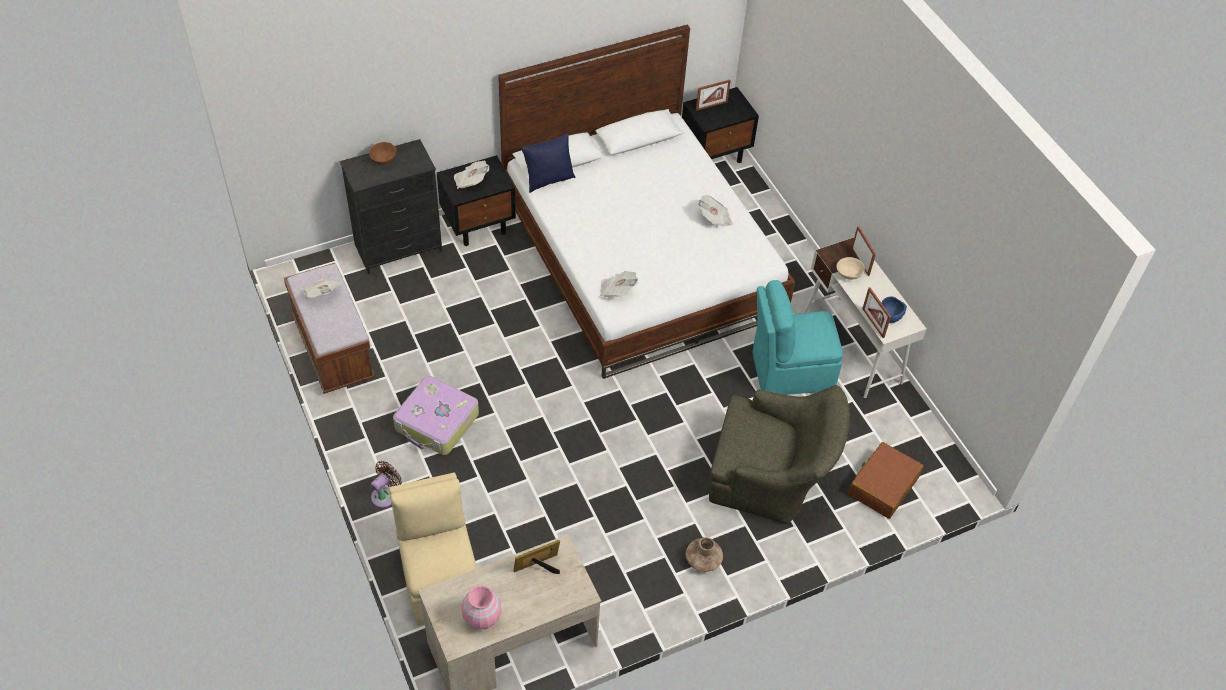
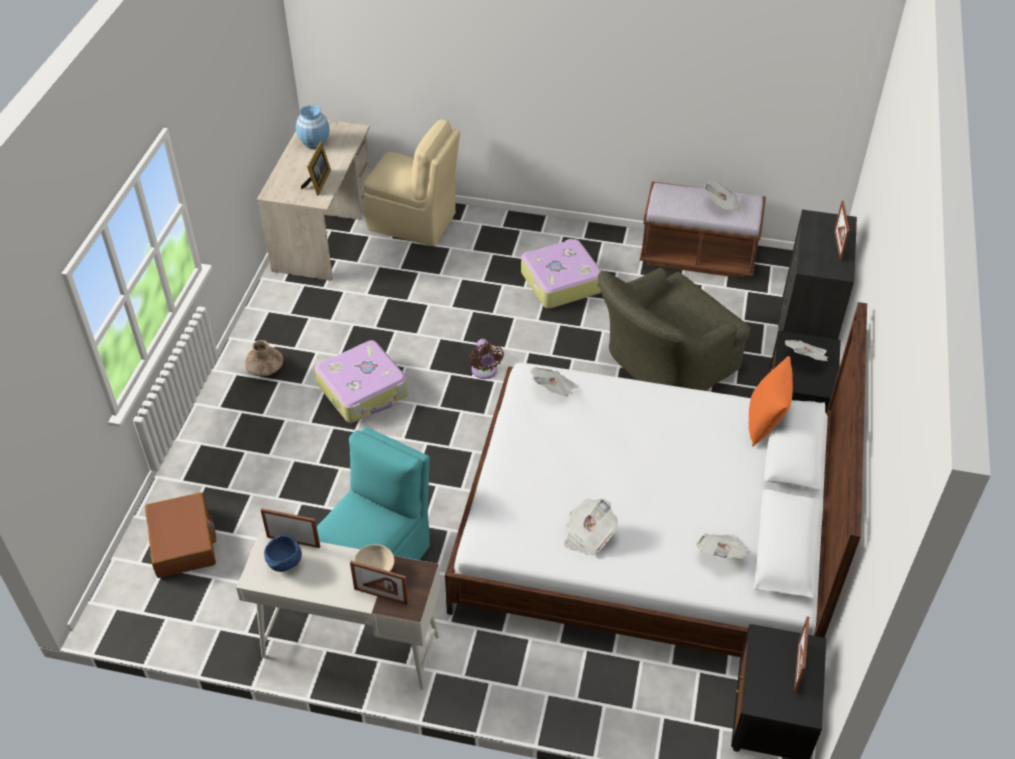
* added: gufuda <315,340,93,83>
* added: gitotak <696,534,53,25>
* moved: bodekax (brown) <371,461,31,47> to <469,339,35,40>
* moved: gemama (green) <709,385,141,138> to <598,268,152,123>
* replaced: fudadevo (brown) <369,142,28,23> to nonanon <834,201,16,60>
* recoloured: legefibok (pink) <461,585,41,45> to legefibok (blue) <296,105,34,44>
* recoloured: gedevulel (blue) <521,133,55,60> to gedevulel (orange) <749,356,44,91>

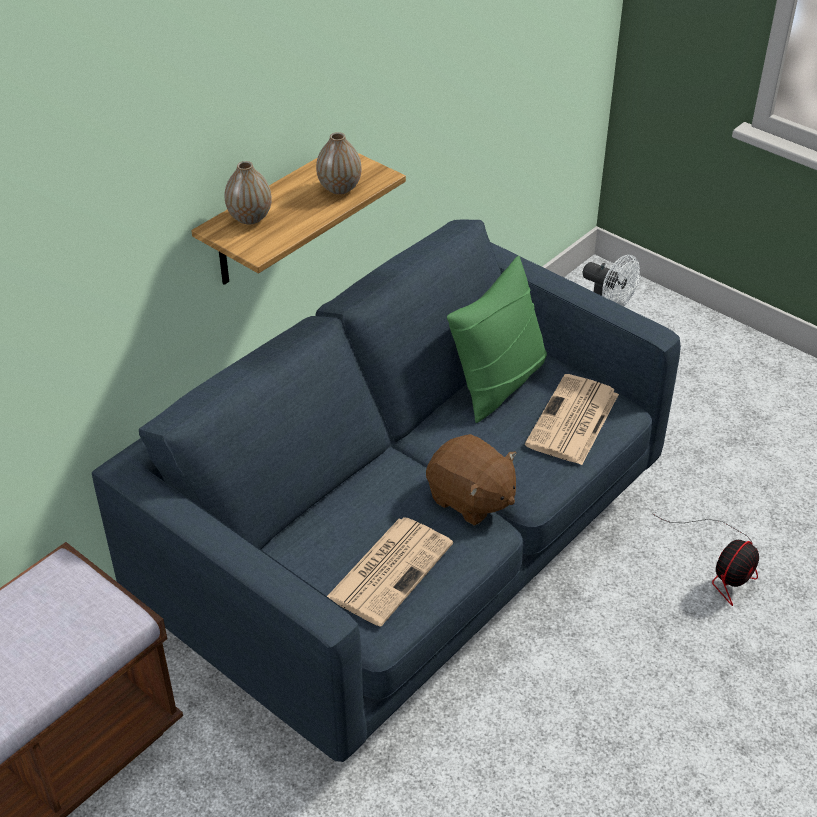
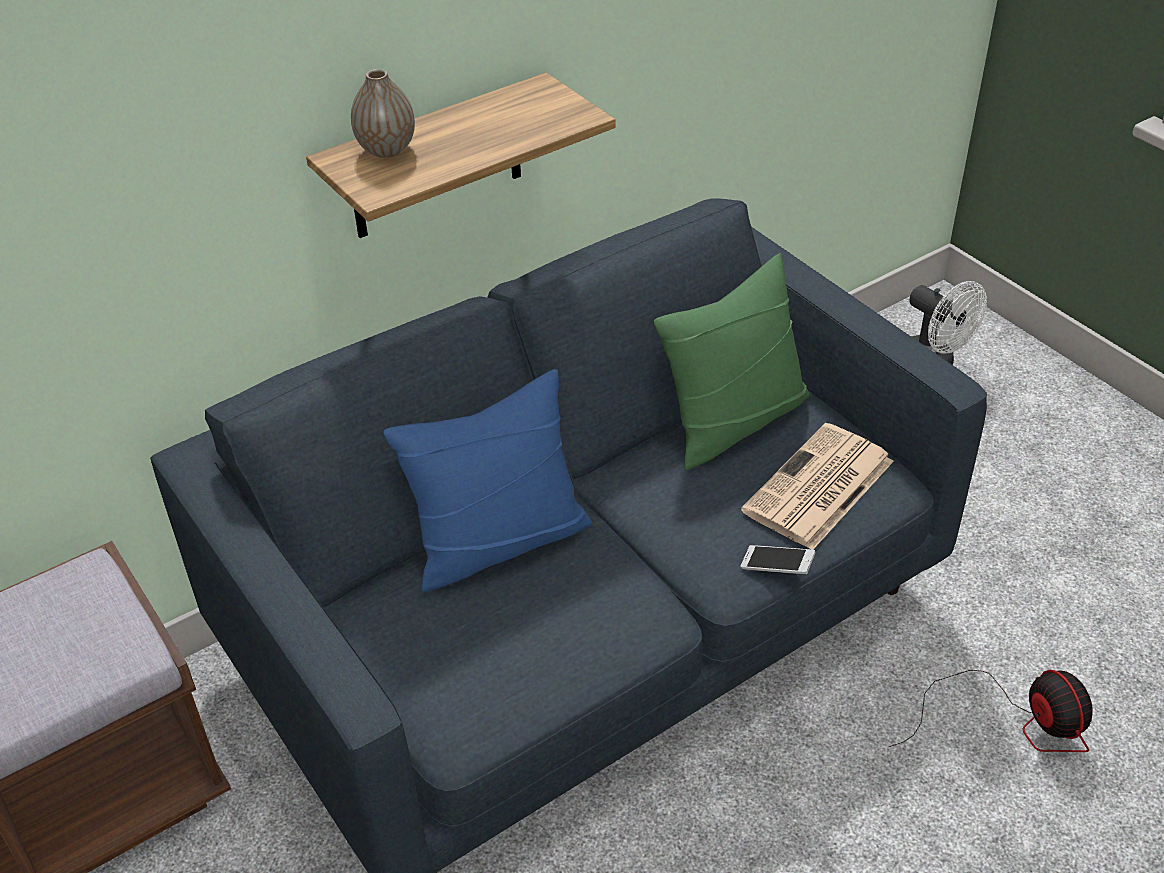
* removed: legefibok <316,132,45,62>
* removed: gitotak <327,517,126,109>
* removed: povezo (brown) <426,434,91,92>
* added: gedevulel (blue) <383,369,209,223>
* added: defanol <740,545,76,30>
* turned: bodekax <652,513,107,93> = <889,670,204,82> 75 degrees counterclockwise

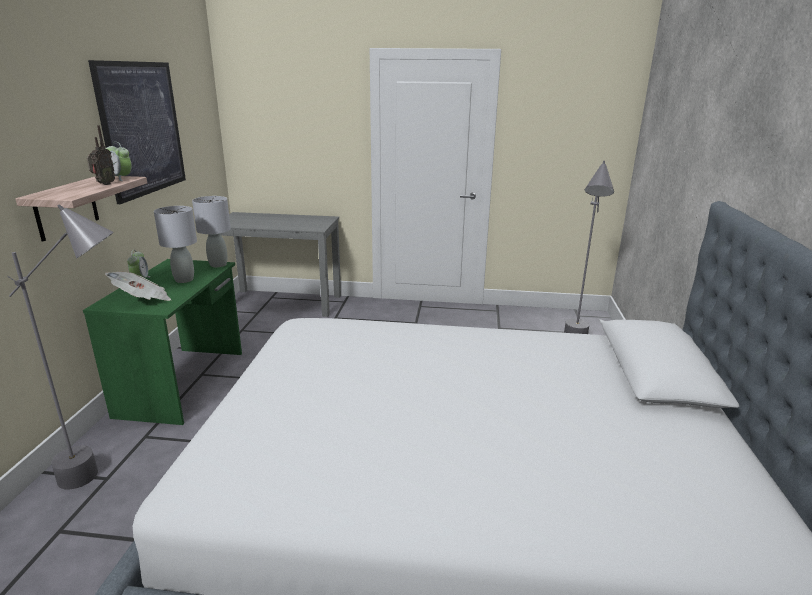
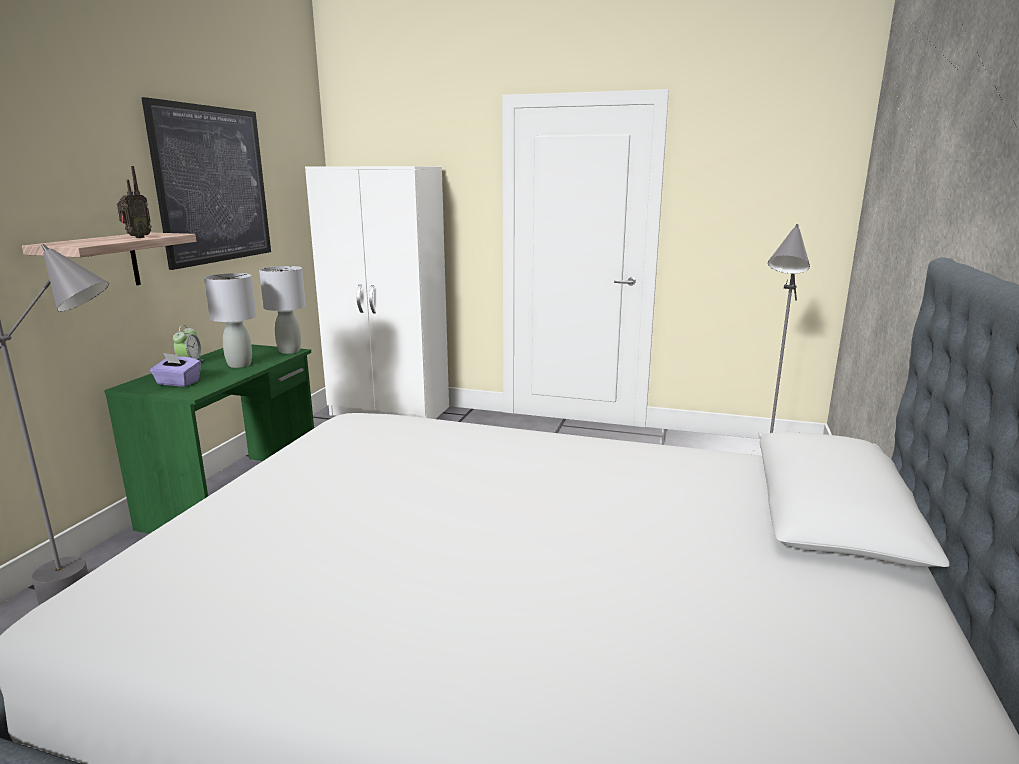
* removed: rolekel <106,142,26,39>
* replaced: gitotak <105,272,66,29> to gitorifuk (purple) <150,353,51,34>
* replaced: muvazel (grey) <221,212,120,105> to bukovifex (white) <305,166,144,253>

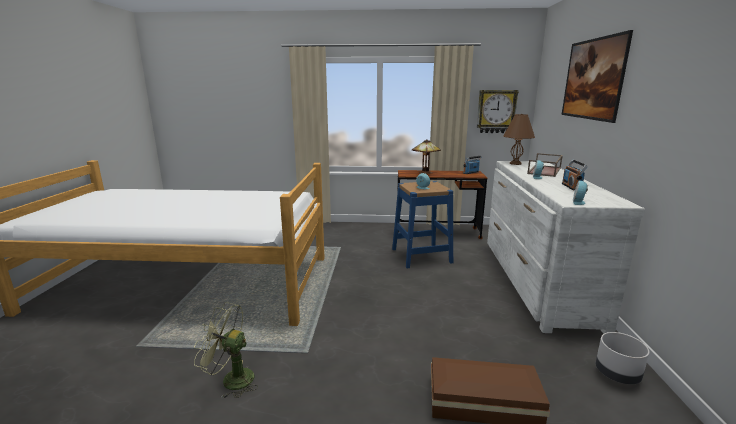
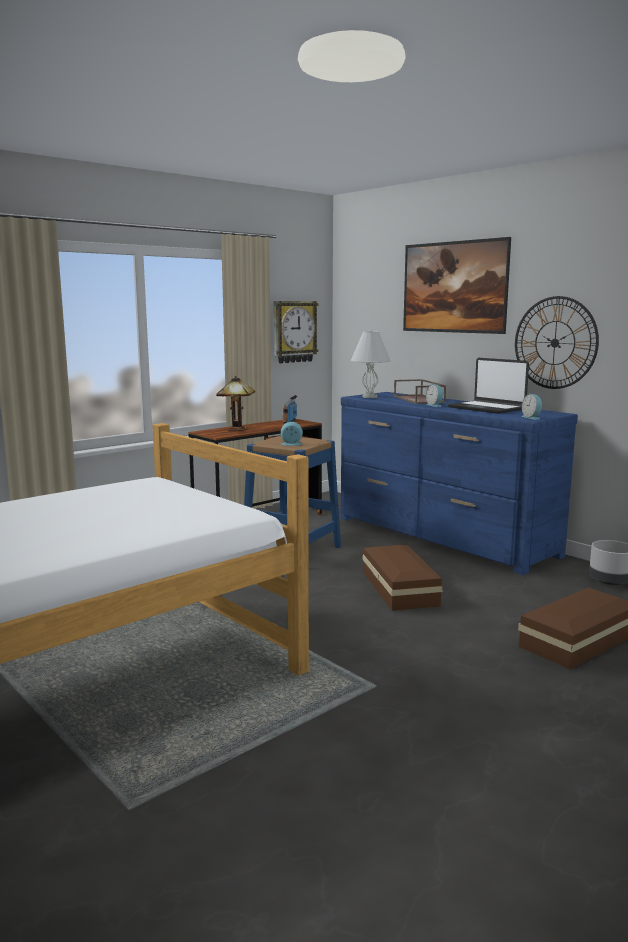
* removed: bodekax (green) <194,302,64,96>
* added: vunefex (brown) <362,545,81,66>
* added: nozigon <515,296,84,93>
* replaced: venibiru <562,160,26,31> to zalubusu <448,358,81,56>
* recoloured: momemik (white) <487,161,158,173> to momemik (blue) <341,392,237,183>
* recoloured: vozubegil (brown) <503,114,32,51> to vozubegil (white) <351,330,40,68>

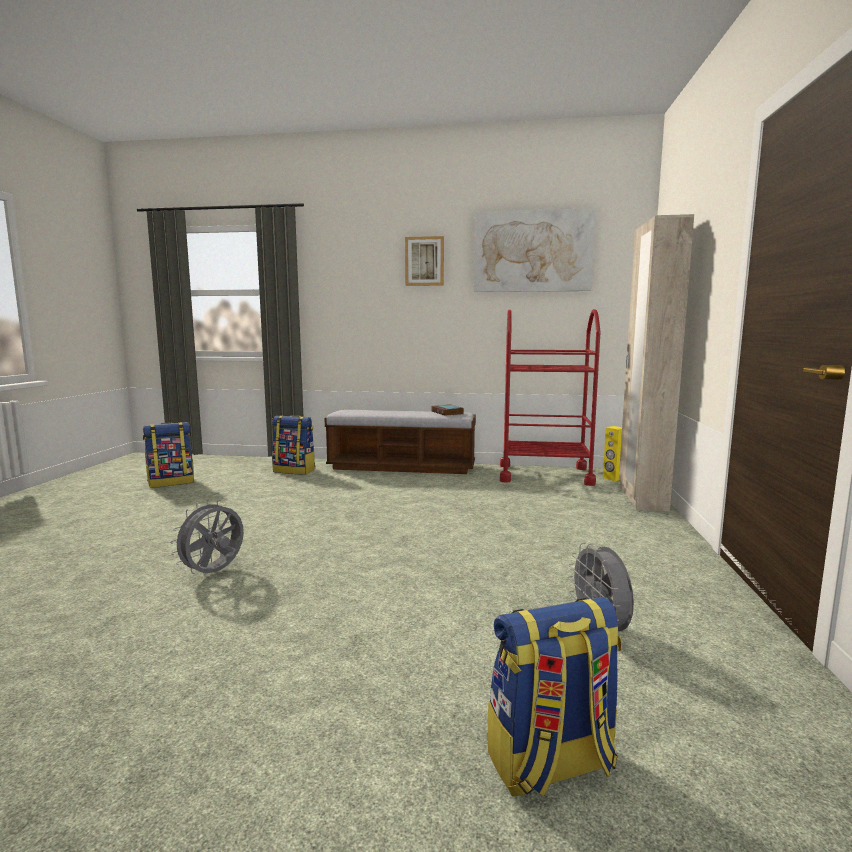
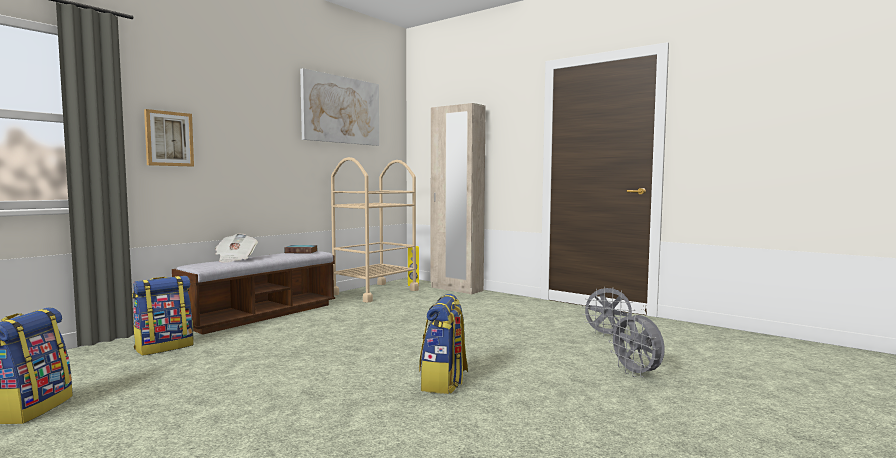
* added: gitotak <215,234,43,29>
* moved: bodekax (grey) <170,499,74,75> to <608,312,57,65>
* moved: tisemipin <405,236,39,50> to <144,109,50,57>
* moved: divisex <488,597,134,200> to <419,294,49,100>
* recoloured: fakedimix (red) <500,309,101,177> to fakedimix (beige) <331,157,88,146>

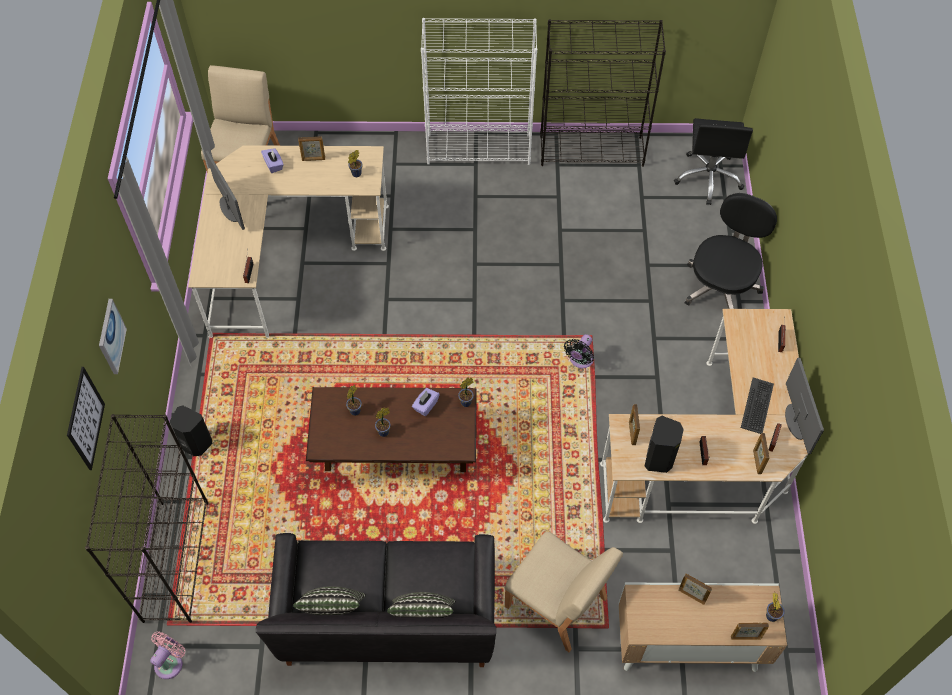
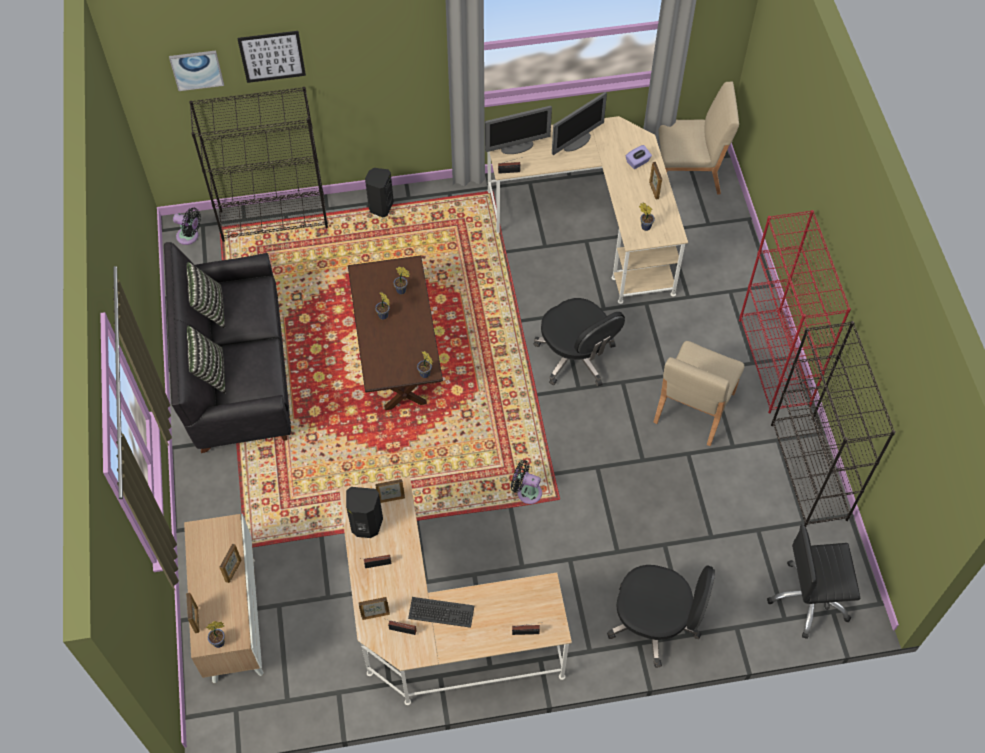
* removed: gitorifuk (purple) <412,388,28,28>
* added: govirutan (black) <534,298,91,88>
* moved: tisemipin <99,299,28,75> to <169,50,55,41>
* moved: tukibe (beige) <505,532,118,120> to <653,341,91,105>
* moved: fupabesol <785,358,39,96> to <485,106,67,48>
* recoloured: bodekax (pink) <150,631,36,48> to bodekax (black) <173,208,28,37>
* recoloured: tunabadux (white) <421,18,116,147> to tunabadux (red) <739,210,112,204>

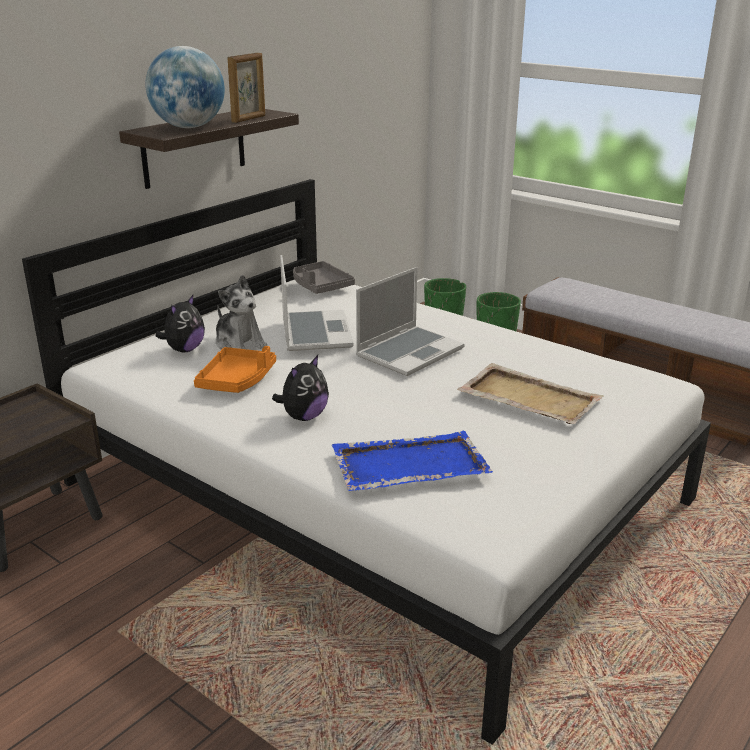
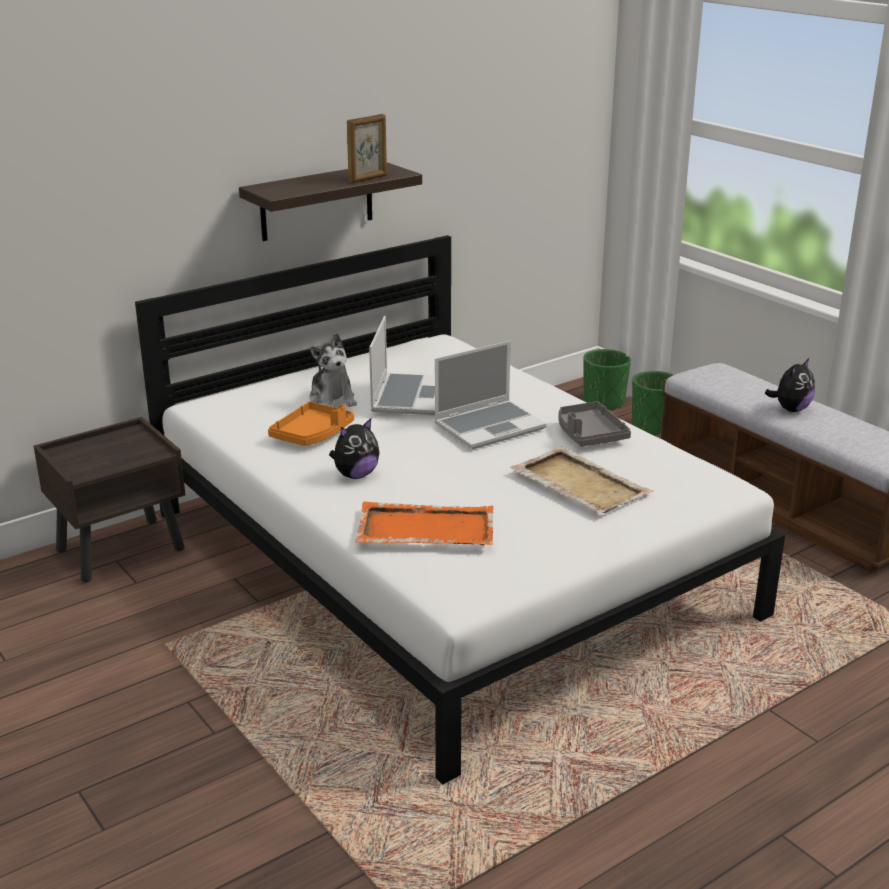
* removed: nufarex <145,46,80,82>
* moved: povezo <155,295,50,57> to <765,358,50,54>
* moved: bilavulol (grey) <293,261,62,33> to <559,401,72,46>
* recoloured: bilavulol (blue) <332,431,161,60> to bilavulol (orange) <355,502,139,43>

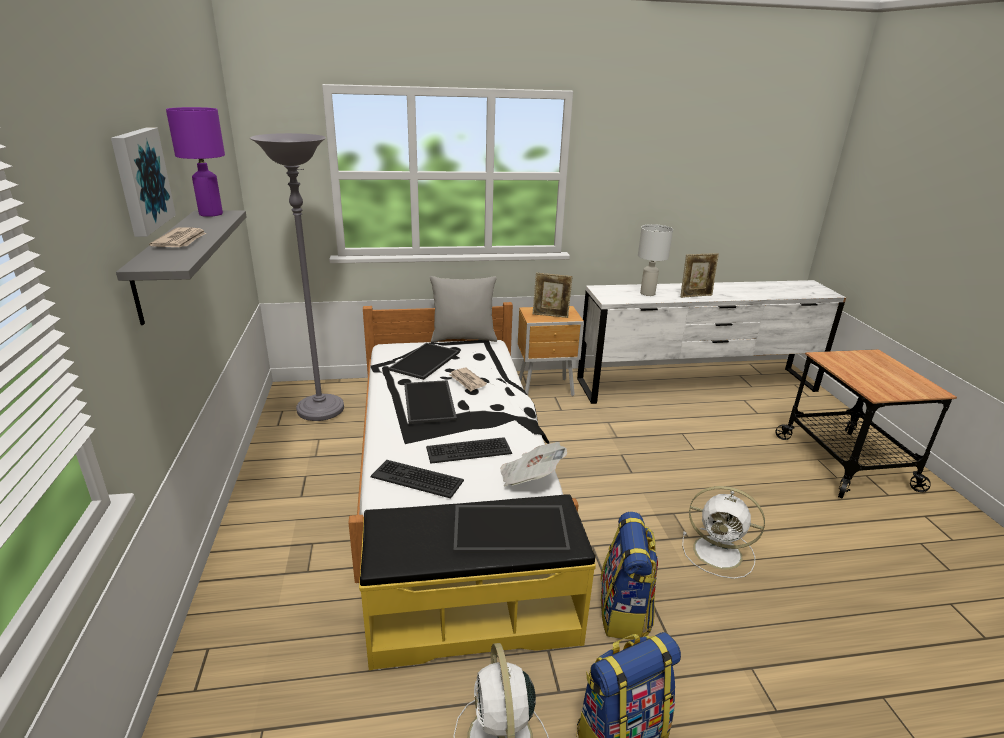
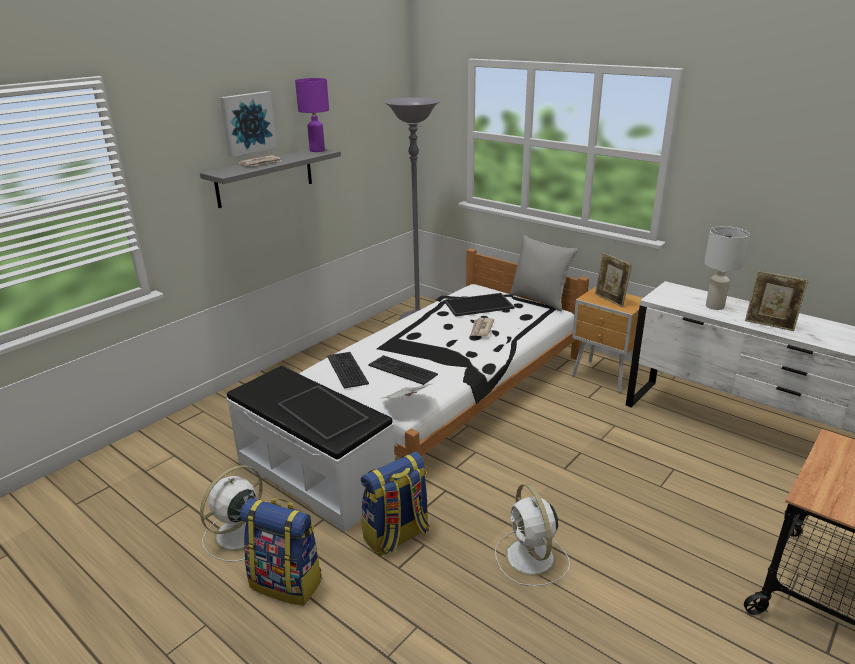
* removed: bilavulol <404,380,53,44>
* recoloured: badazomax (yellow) <359,494,237,176> to badazomax (white) <226,366,169,166>

